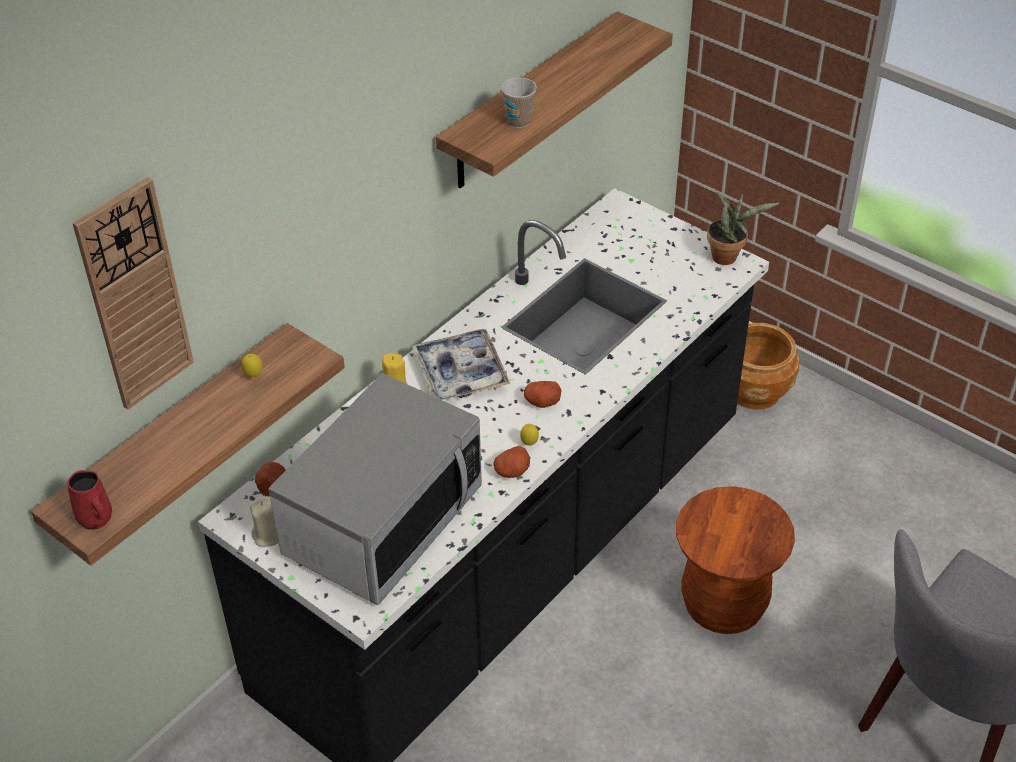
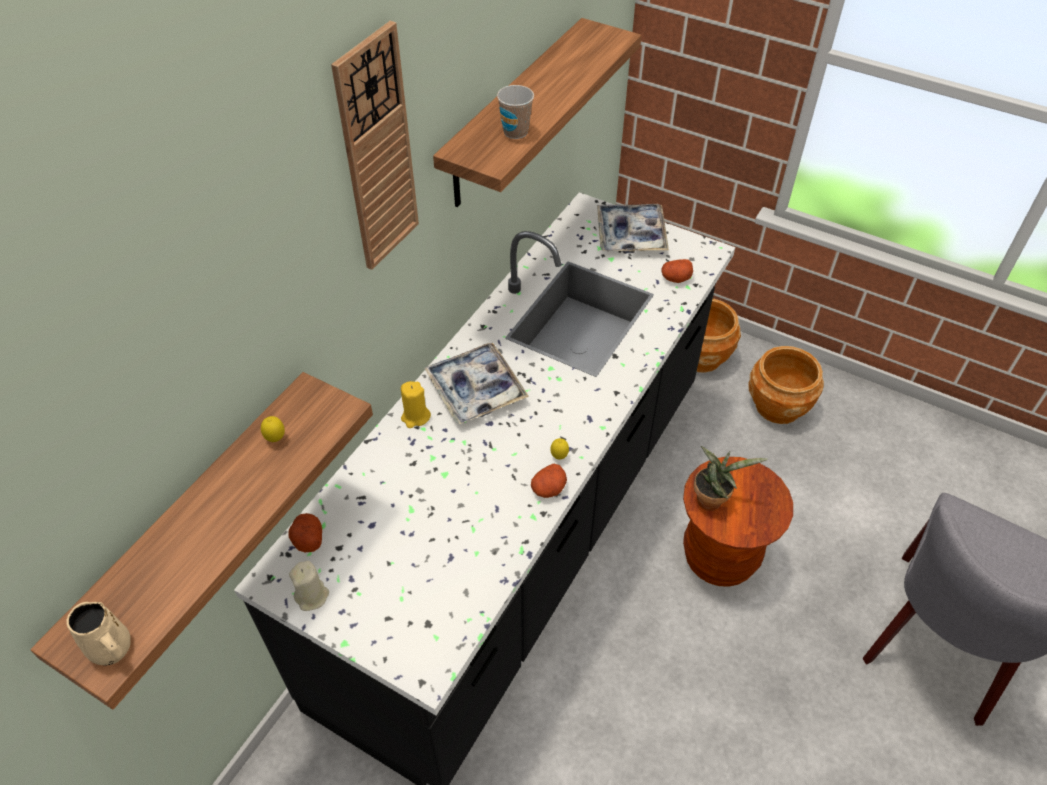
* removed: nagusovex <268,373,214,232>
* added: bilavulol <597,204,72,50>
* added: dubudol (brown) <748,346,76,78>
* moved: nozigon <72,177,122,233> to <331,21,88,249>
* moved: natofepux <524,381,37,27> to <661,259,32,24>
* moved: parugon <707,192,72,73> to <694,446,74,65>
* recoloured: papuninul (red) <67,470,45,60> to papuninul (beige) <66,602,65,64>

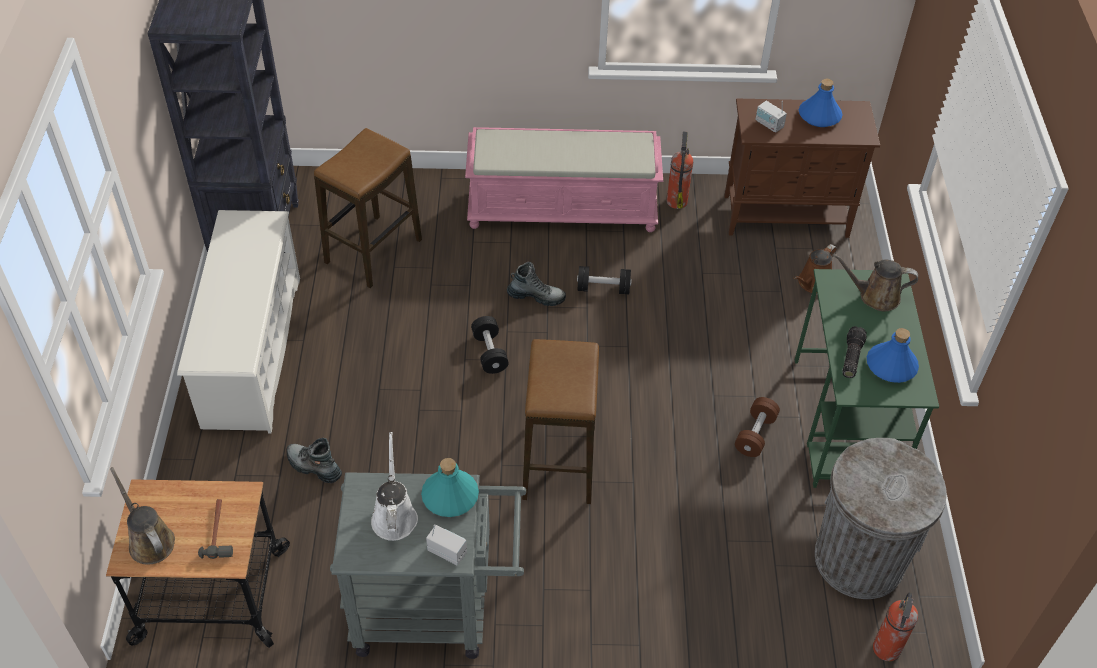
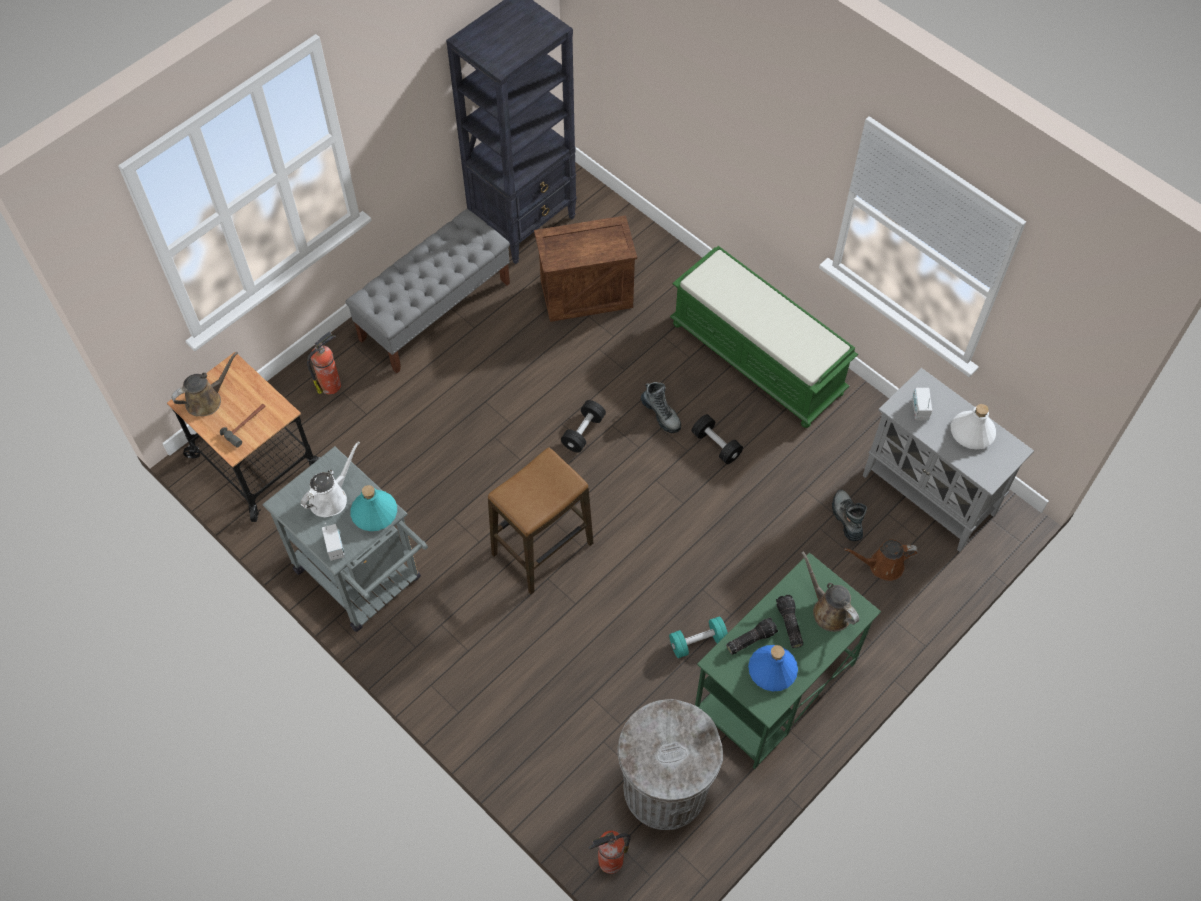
* added: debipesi <776,595,27,53>
* moved: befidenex <286,438,56,45> to <832,490,35,51>
* moved: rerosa <667,131,26,78> to <307,331,34,64>
* replaced: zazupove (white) <177,210,123,224> to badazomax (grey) <345,209,165,165>
* replaced: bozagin <314,128,108,160> to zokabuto <534,215,103,107>
* recoloured: badazomax (pink) <465,127,198,105> to badazomax (green) <670,246,188,182>
* recoloured: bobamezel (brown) <724,99,156,139> to bobamezel (grey) <863,368,171,184>
* recoloured: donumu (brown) <735,397,45,60> to donumu (turquoise) <669,616,59,42>
* recoloured: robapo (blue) <799,79,43,48> to robapo (white) <951,404,45,45>
* turned: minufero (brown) <110,467,65,98> = <171,352,67,64> 45 degrees clockwise

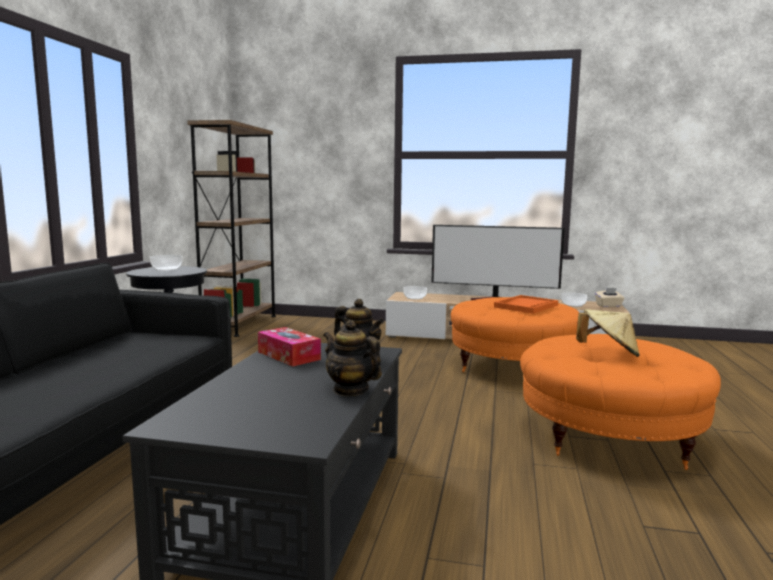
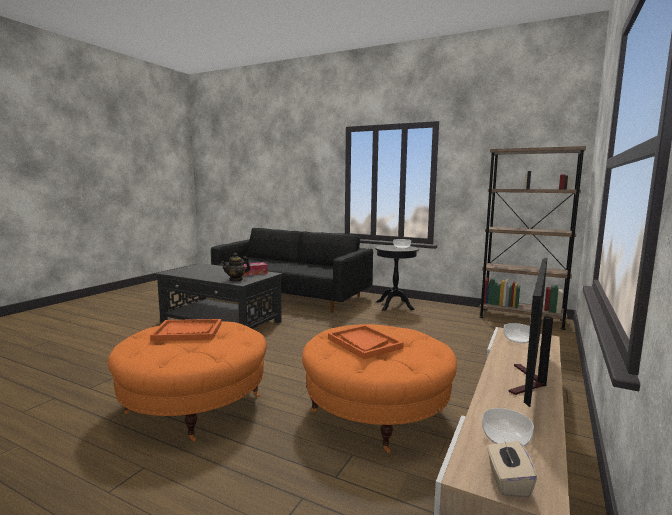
* removed: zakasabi <323,320,59,76>
* replaced: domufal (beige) <576,309,64,48> to bilavulol (orange) <150,319,72,22>

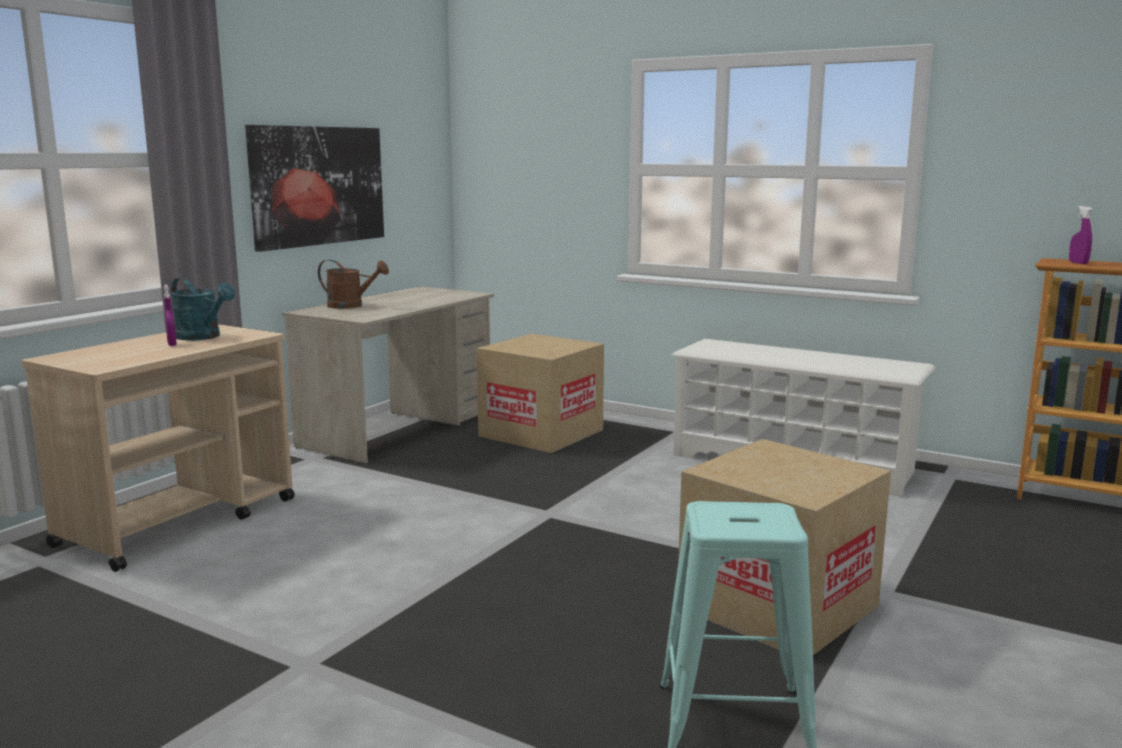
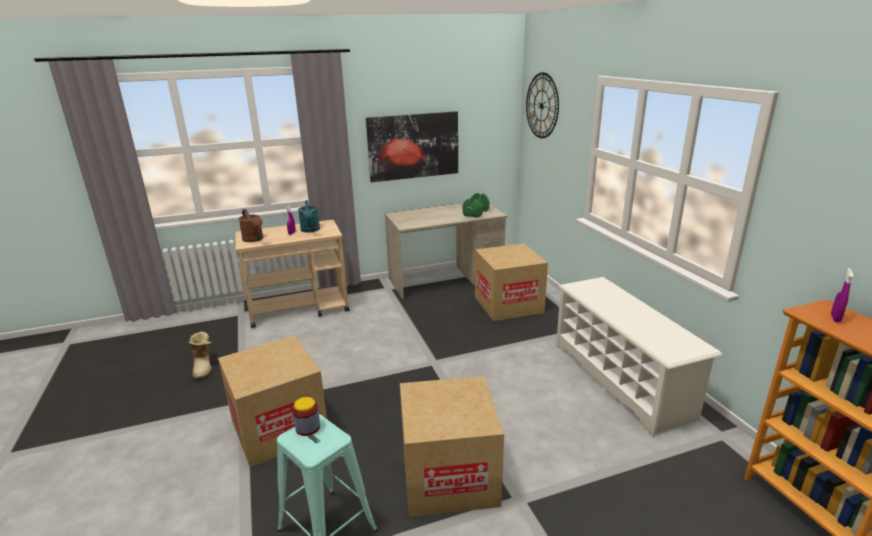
* added: befidenex <188,331,24,49>
* added: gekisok <218,335,109,133>
* added: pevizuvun <293,397,27,39>
* added: donumu (green) <462,193,28,25>
* added: nozigon <526,72,33,66>
* moved: minufero (brown) <318,260,71,49> to <239,209,24,33>

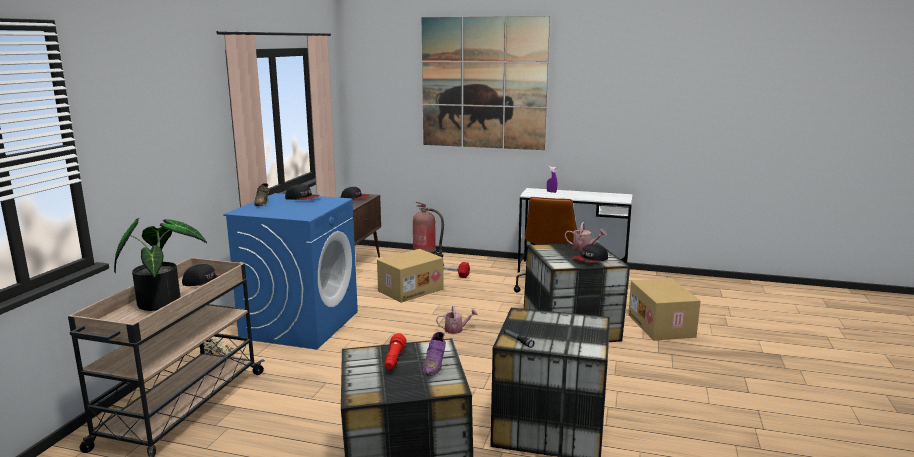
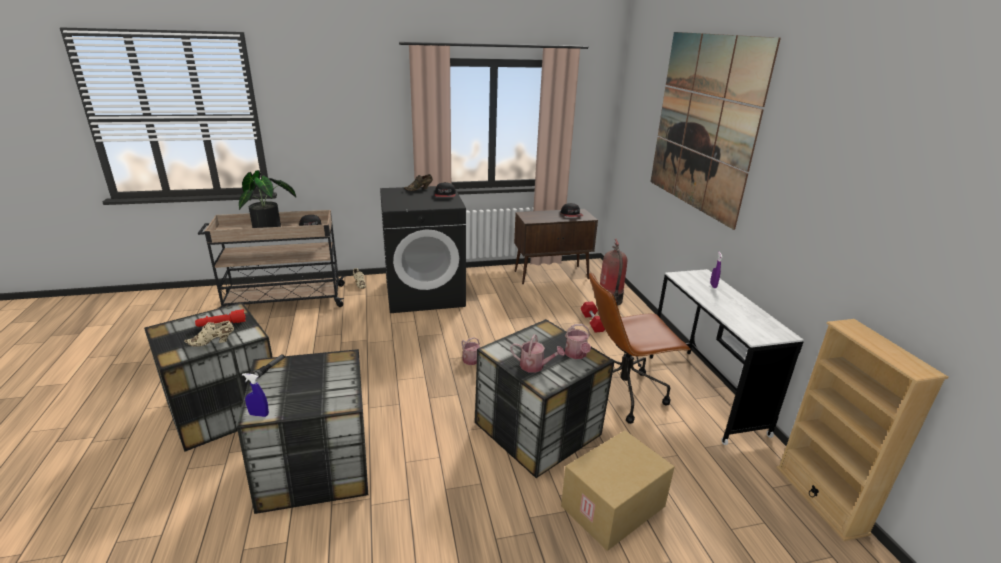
* removed: gekisok <377,249,67,54>
* added: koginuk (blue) <242,373,27,44>
* added: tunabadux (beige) <776,319,172,222>
* replaced: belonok <573,244,35,19> to minufero <510,334,55,39>
* recoloured: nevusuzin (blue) <223,193,135,156> to nevusuzin (black) <380,186,86,127>
* recoloured: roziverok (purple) <423,332,23,44> to roziverok (beige) <184,321,50,26>

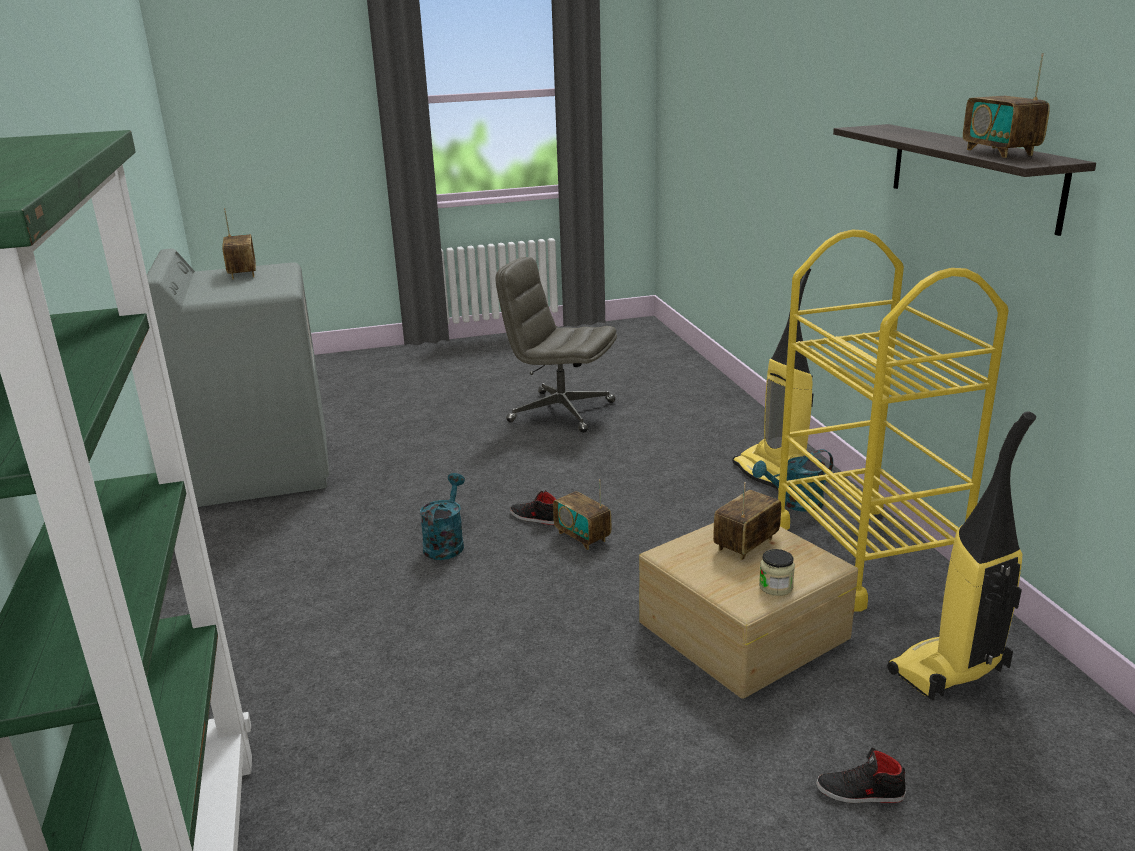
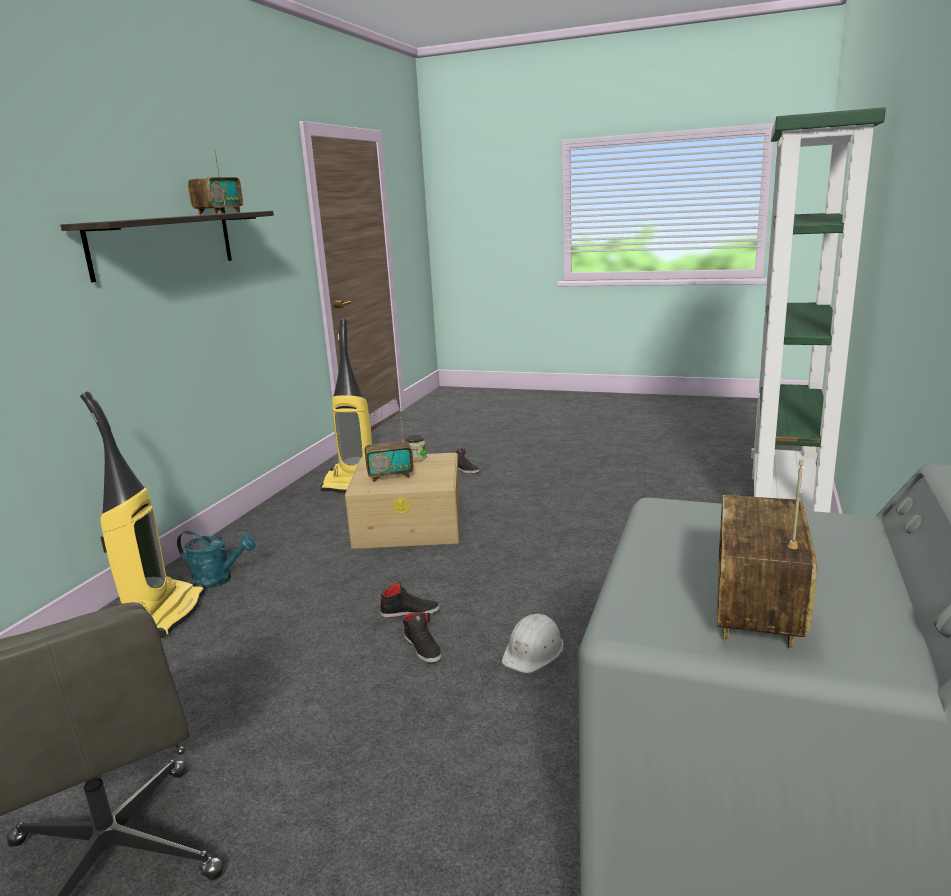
* removed: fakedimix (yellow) <778,229,231,383>
* replaced: minufero (turquoise) <420,473,45,87> to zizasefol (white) <502,614,62,59>
* replaced: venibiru <553,479,58,71> to roziverok (black) <380,581,60,37>

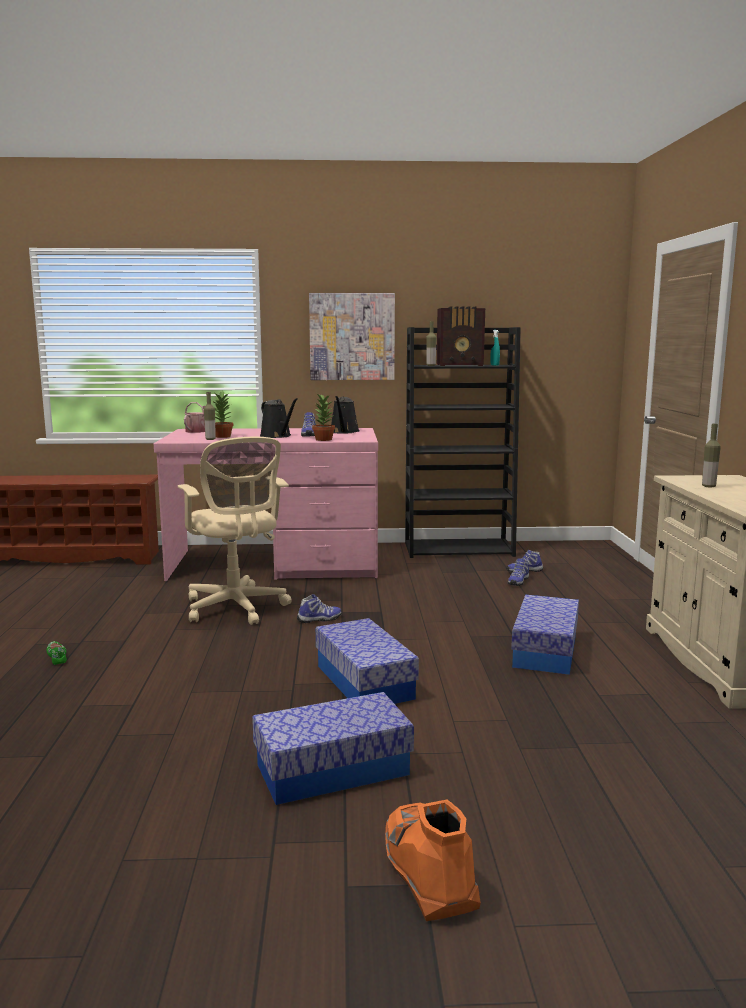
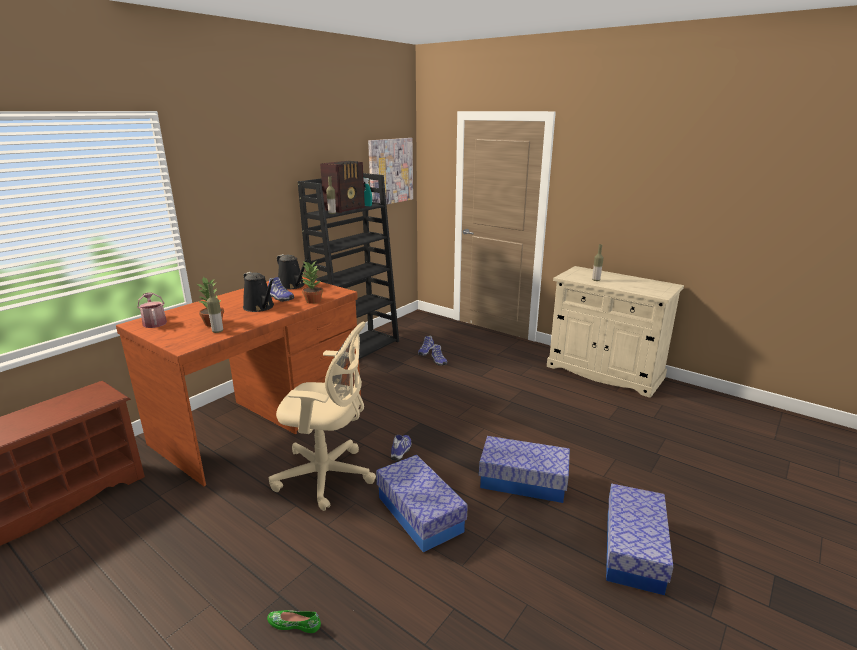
* removed: befidenex (orange) <385,799,96,122>
* moved: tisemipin <309,293,86,87> to <368,138,45,67>
* moved: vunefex <511,594,68,81> to <376,455,92,98>
* recoloured: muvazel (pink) <154,428,224,153> to muvazel (brown) <116,277,245,209>
* turned: minufero (black) <260,398,38,40> = <243,272,31,40> 45 degrees clockwise

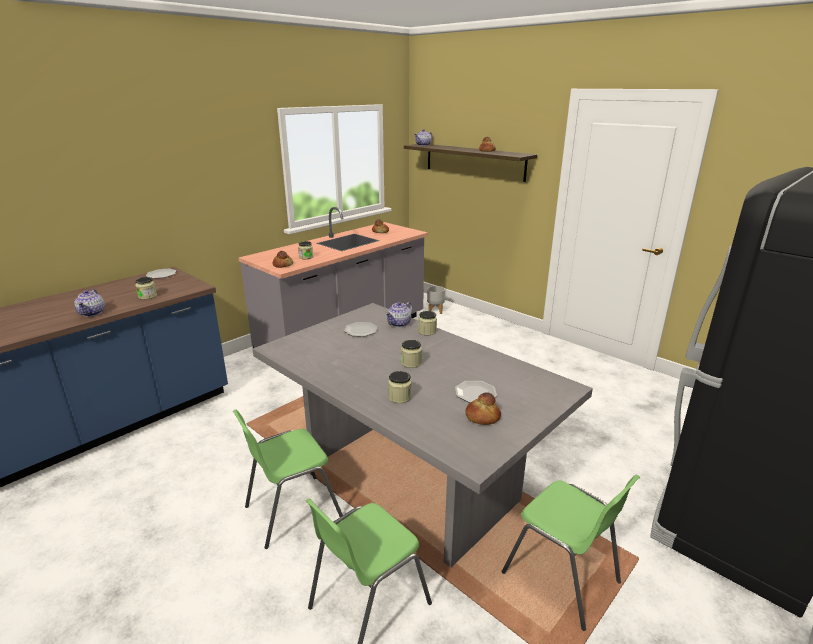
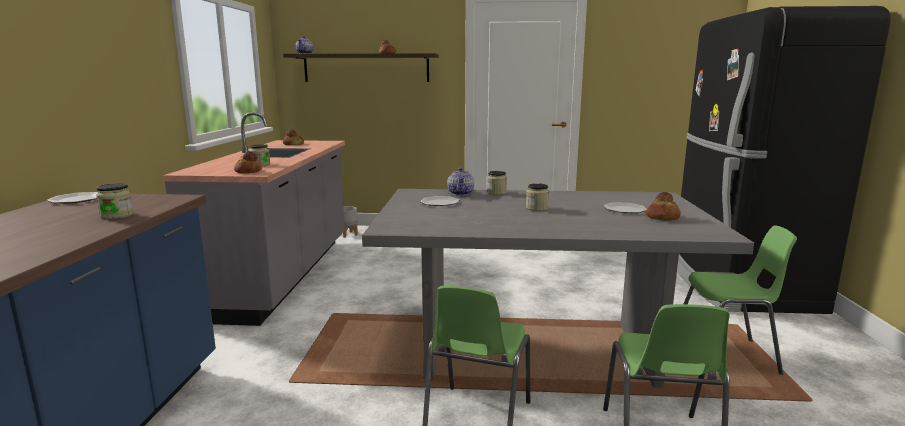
* removed: zakasabi <74,289,31,28>
* removed: pevizuvun <388,371,24,32>

